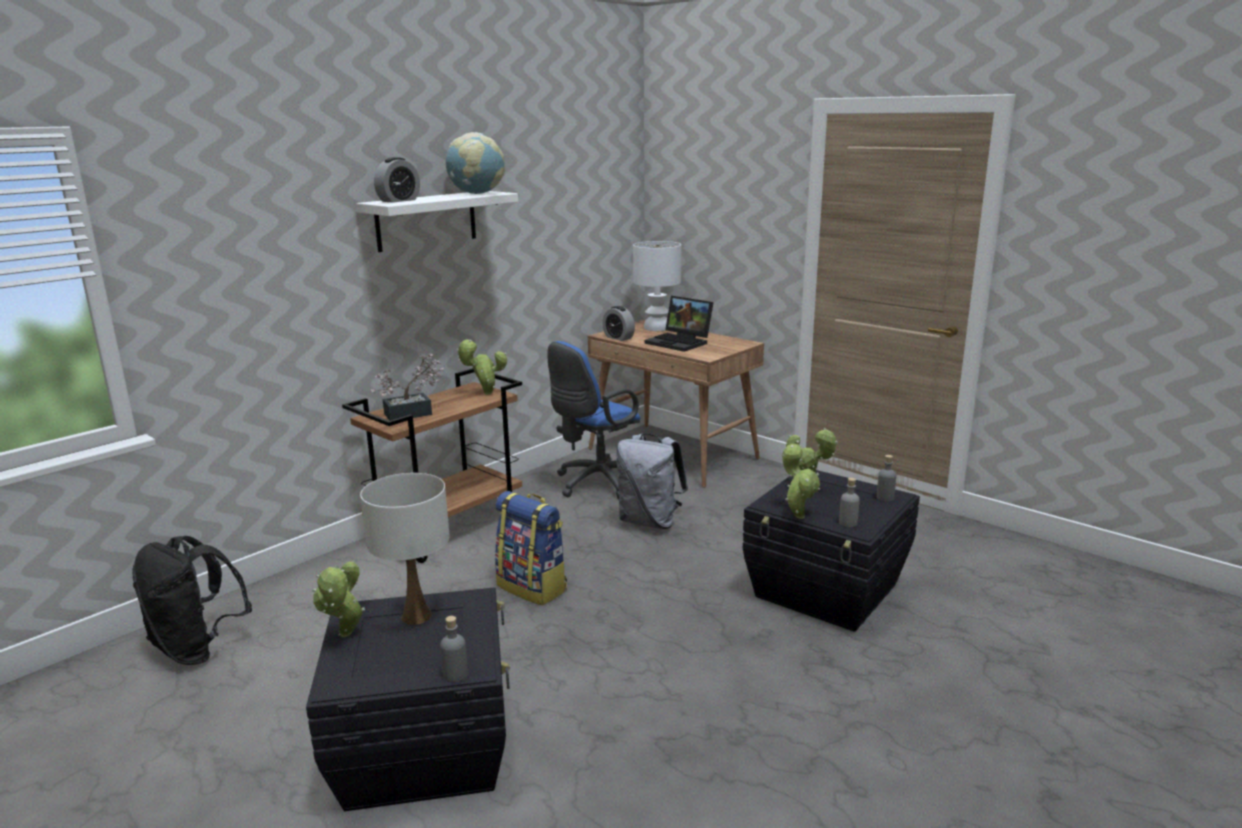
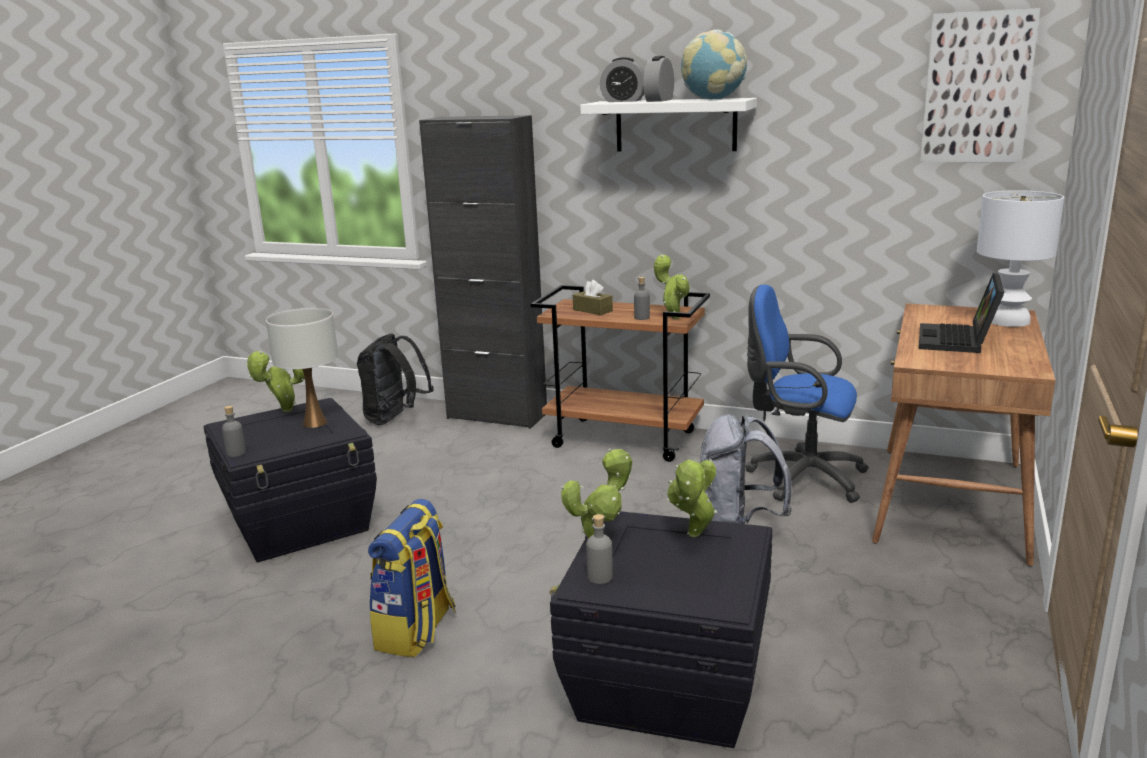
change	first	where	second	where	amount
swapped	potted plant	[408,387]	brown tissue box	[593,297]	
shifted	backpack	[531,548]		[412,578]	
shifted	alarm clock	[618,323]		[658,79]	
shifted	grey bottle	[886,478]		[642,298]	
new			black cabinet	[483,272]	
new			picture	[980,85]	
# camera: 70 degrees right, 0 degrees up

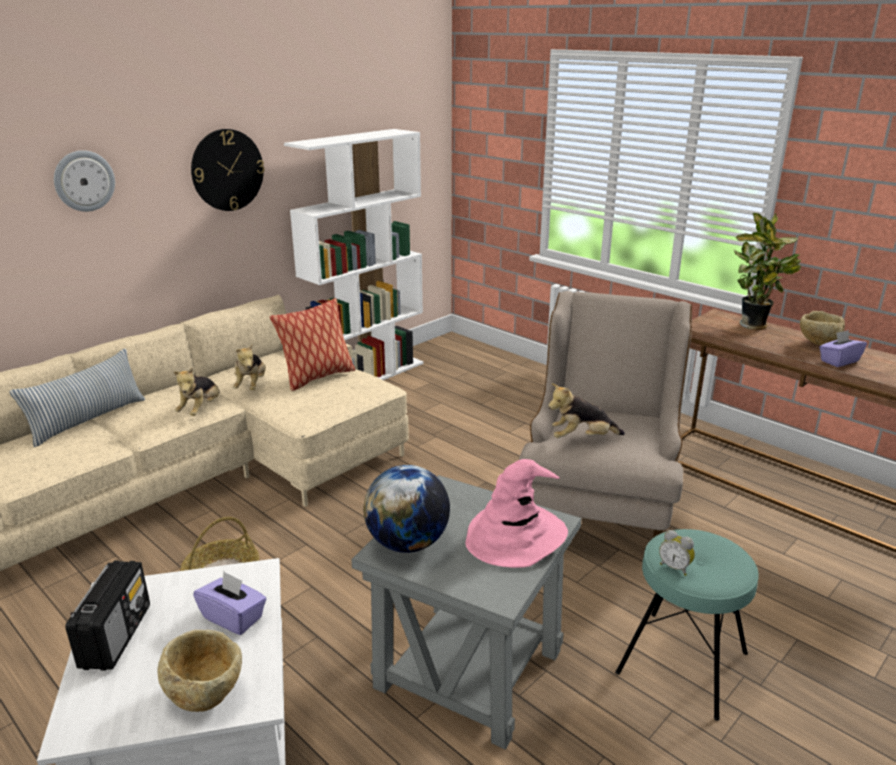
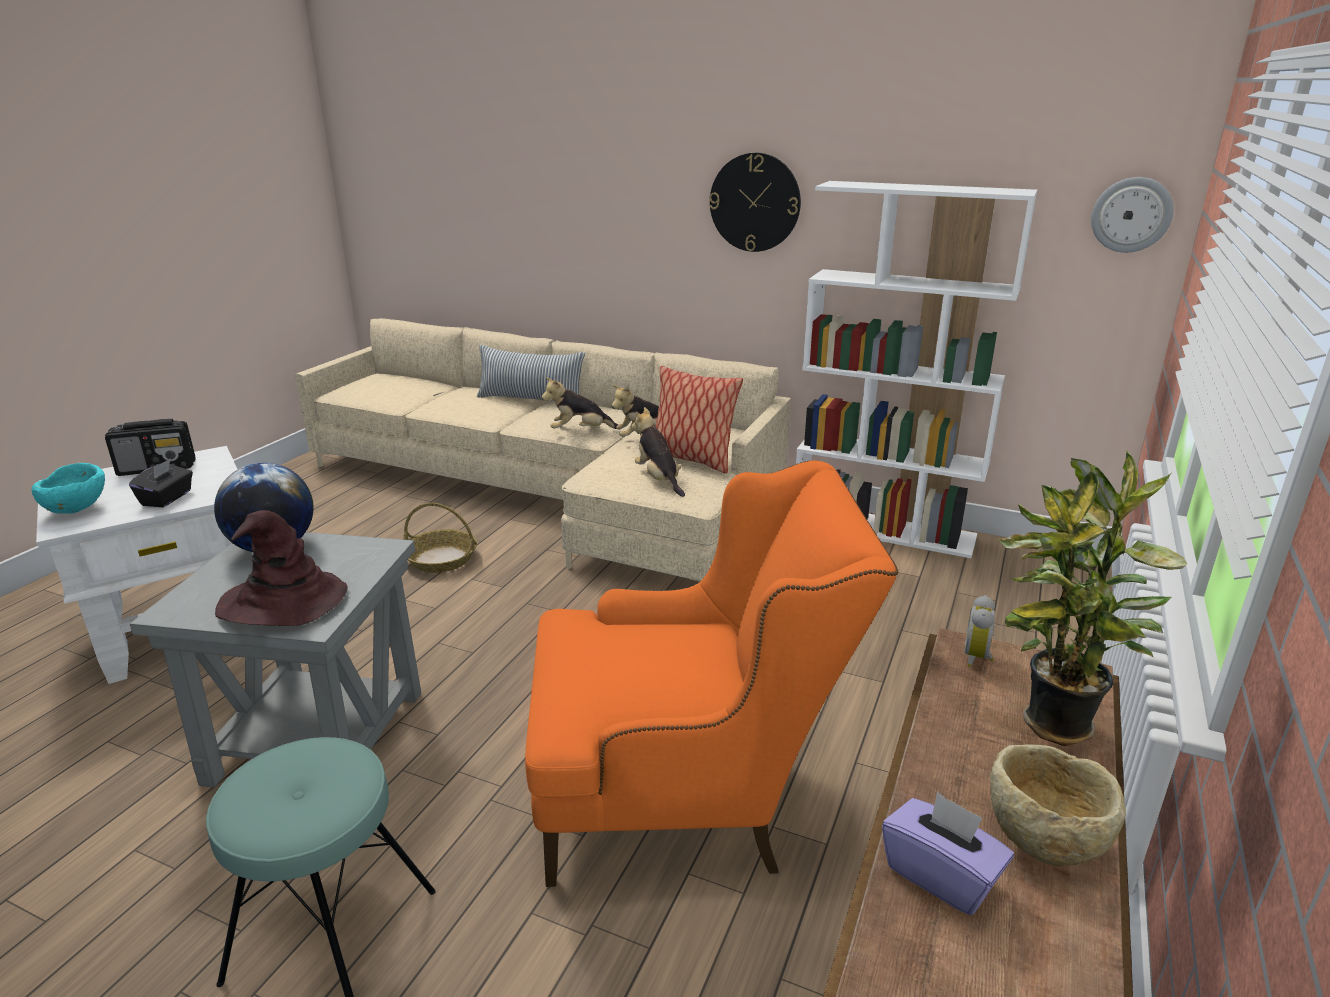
change	first	where	second	where	amount
shifted	wall clock	[84,181]		[1132,215]	
repainted	beige bowl	[199,671]	turquoise bowl	[68,488]	
repainted	purple tissue box	[230,603]	black tissue box	[161,482]	
repainted	pink hat	[516,513]	brown hat	[281,568]	
repainted	beige armchair	[605,414]	orange armchair	[711,673]	
shifted	plush toy	[586,410]		[658,452]	
shifted	alarm clock	[677,553]		[979,631]	
# camera: 70 degrees right, 0 degrees up

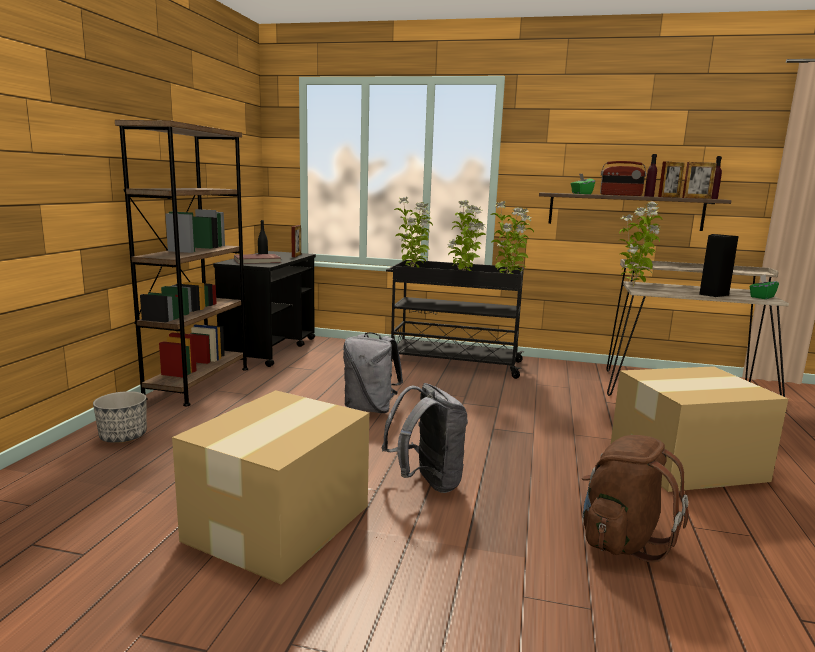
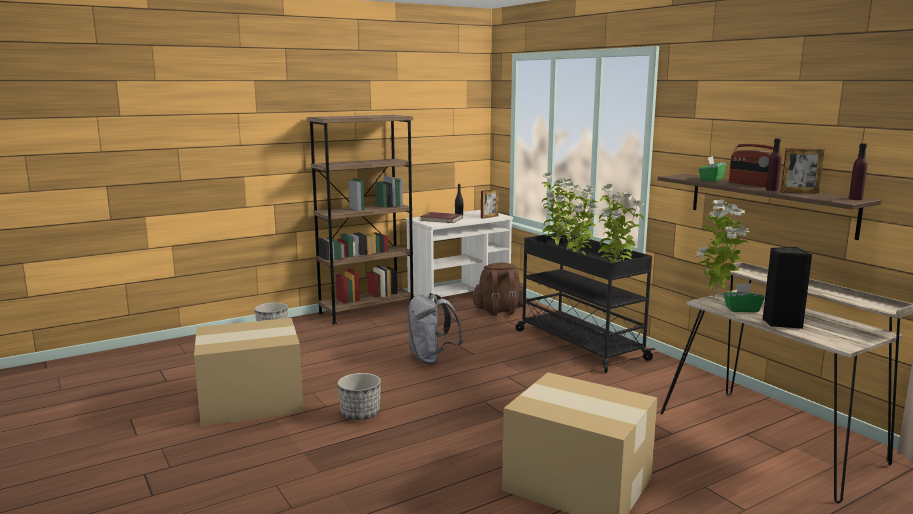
change	first	where	second	where	amount
repainted	black cart	[264,309]	white cart	[459,255]	
swapped	grey backpack	[425,438]	planter	[359,396]	
shifted	brown backpack	[635,499]		[497,289]	
gone	picture frame	[699,180]			
shifted	green tissue box	[764,286]		[744,297]	
# camera: 45 degrees right, 0 degrees up

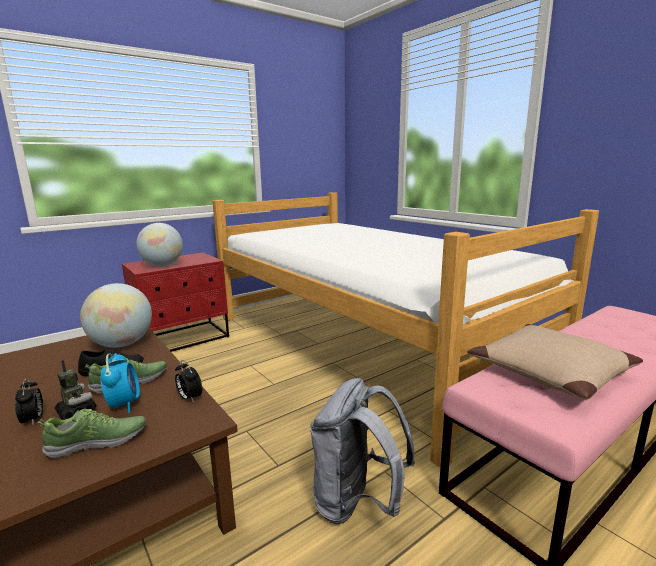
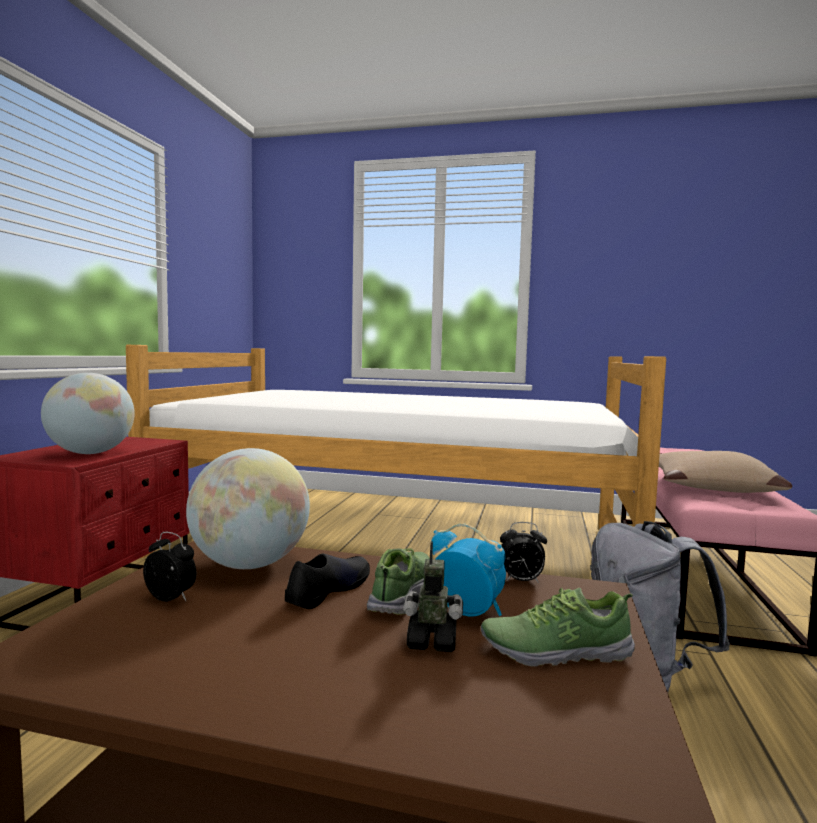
change	first	where	second	where	amount
shifted	alarm clock	[29,401]		[169,567]	
rotated	shoe	[92,434]		[558,627]	120 degrees counterclockwise
# camera: 40 degrees left, 10 degrees down

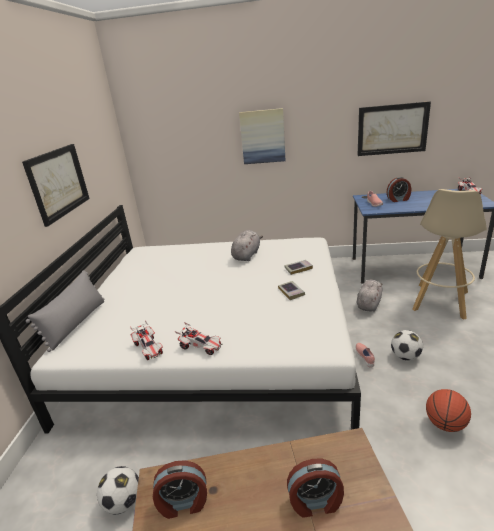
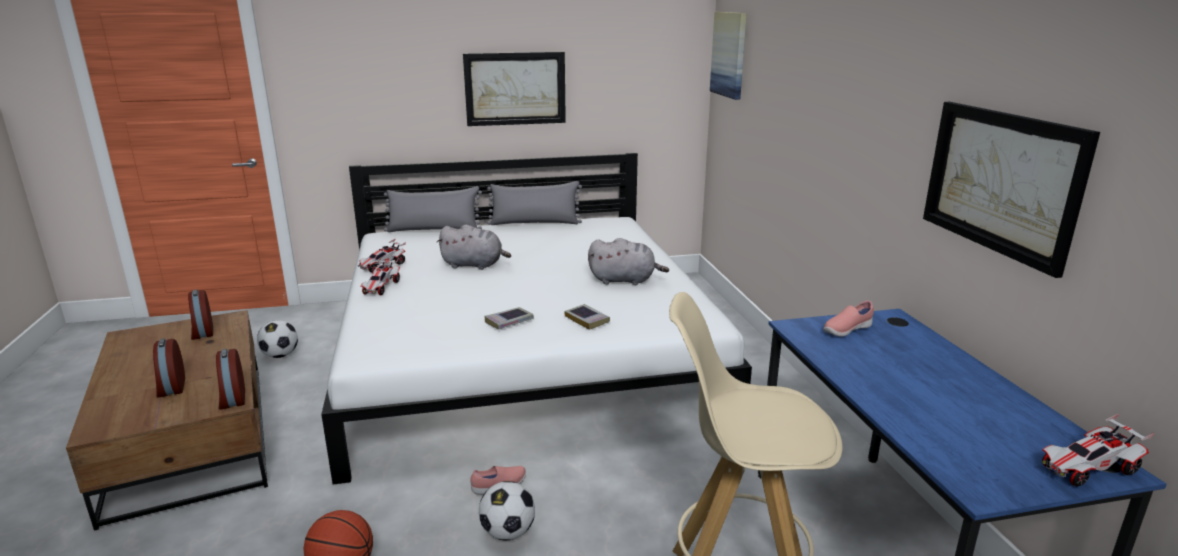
change	first	where	second	where	amount
shifted	picture	[262,136]		[728,56]	
shifted	grey plush toy	[370,296]		[474,247]	
shifted	alarm clock	[399,189]		[230,379]	
new			grey pillow	[534,203]	
# camera: 70 degrees right, 5 degrees down

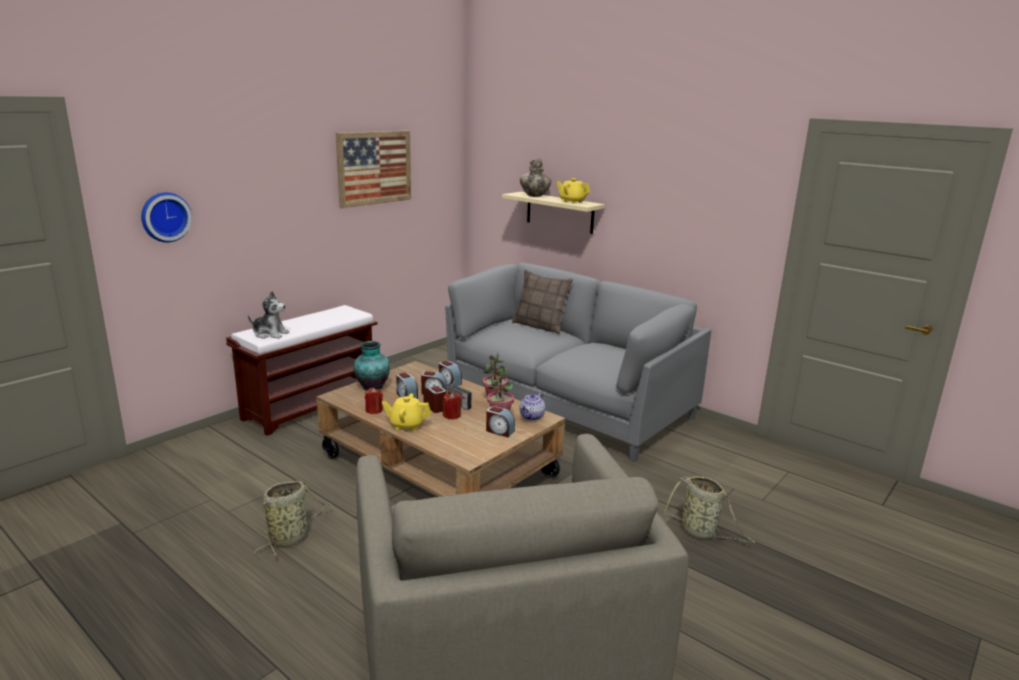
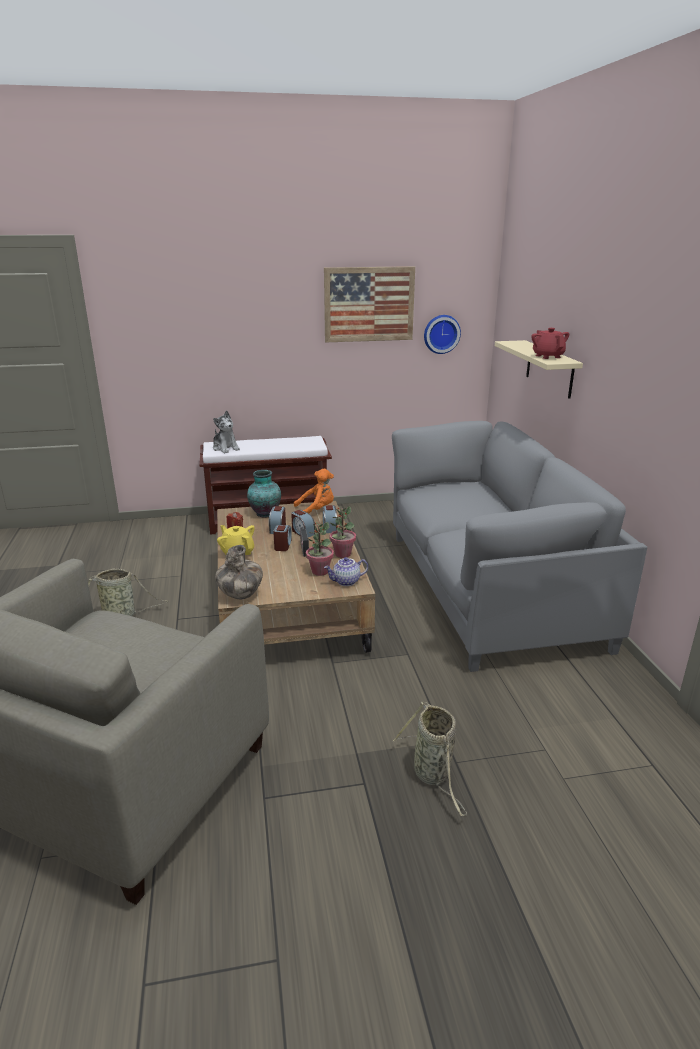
change	first	where	second	where	amount
shifted	wall clock	[166,217]		[442,334]	
gone	red candle	[452,406]			
gone	alarm clock	[500,421]			
gone	pillow	[542,301]			
shifted	vase	[535,177]		[239,572]	
repainted	yellow teapot	[573,191]	red teapot	[550,343]	
new			orange plush toy	[314,491]	
# camera: 40 degrees right, 5 degrees up

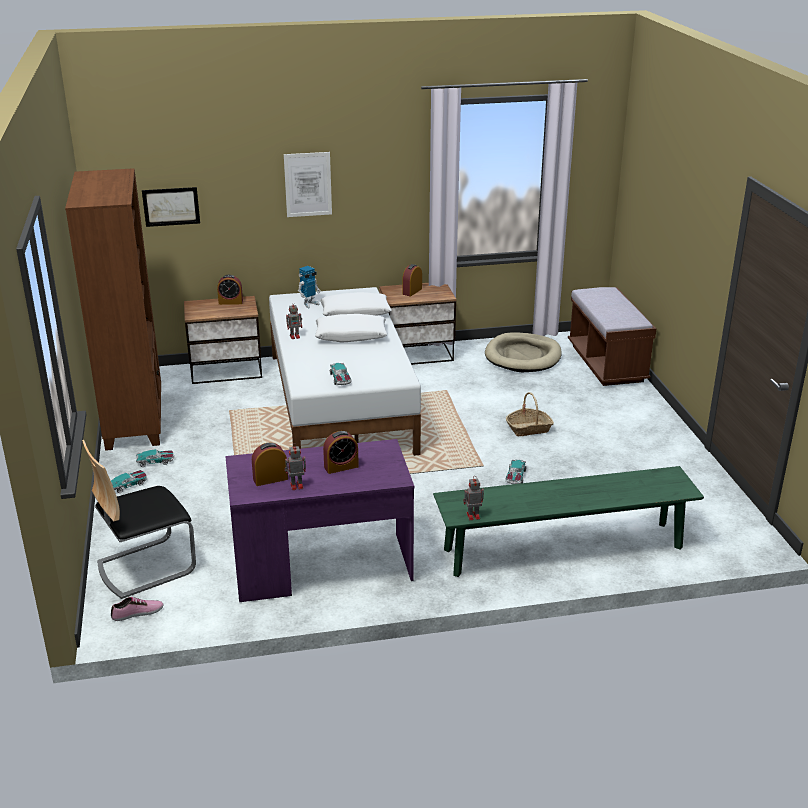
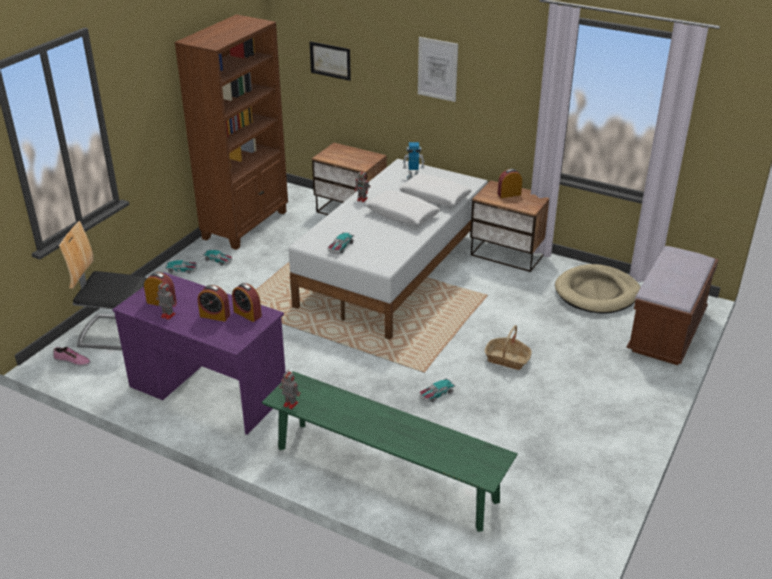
change	first	where	second	where	amount
shifted	alarm clock	[230,290]		[247,302]	
# camera: 40 degrees right, 5 degrees up

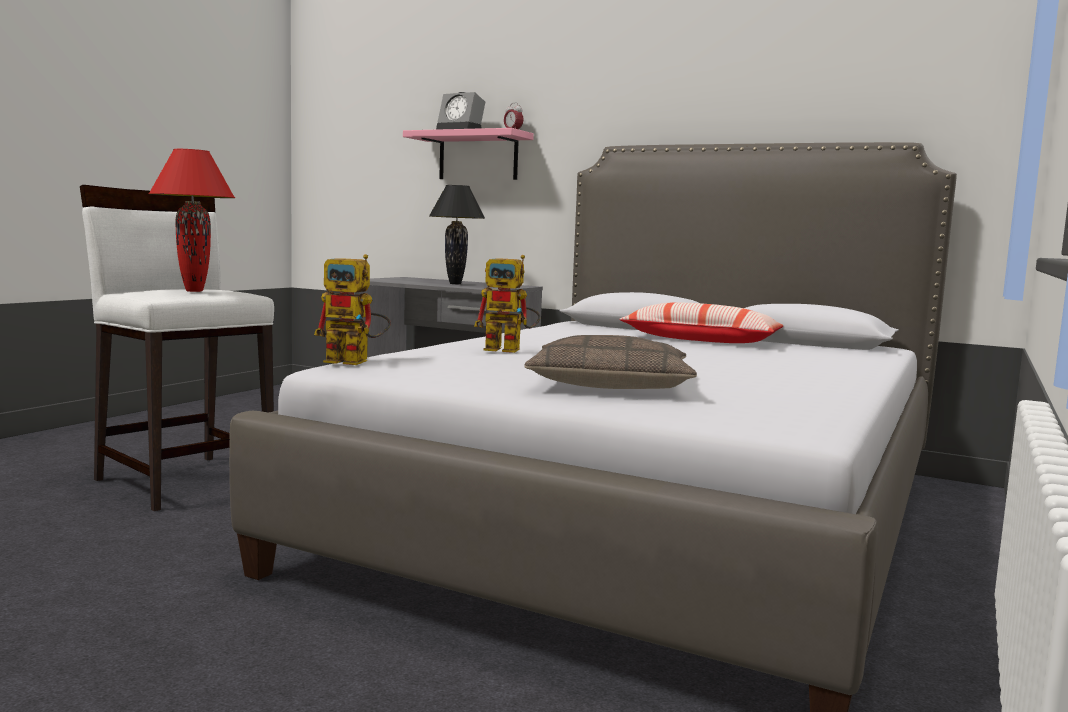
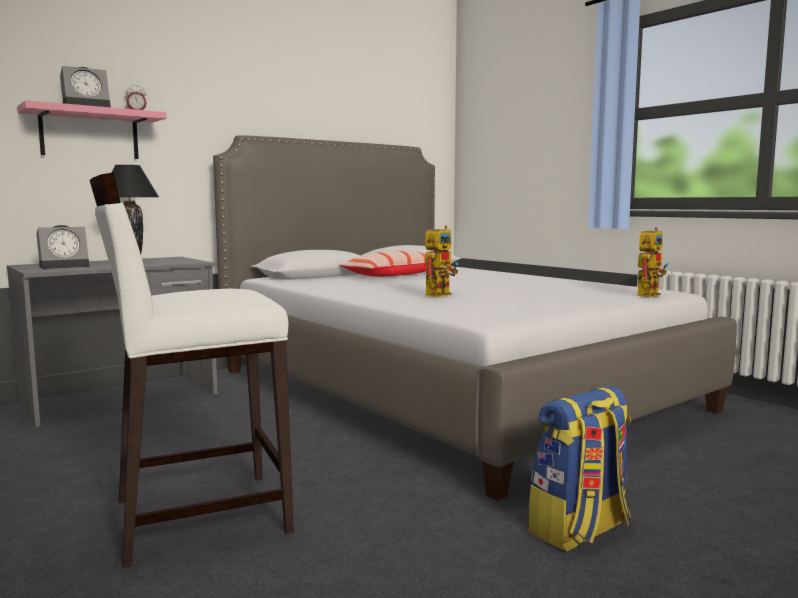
change	first	where	second	where	amount
gone	red table lamp	[191,220]			
shifted	toy robot	[352,309]		[653,262]	
gone	pillow	[610,362]			
new			alarm clock	[63,247]	
new			backpack	[580,468]	
# camera: 65 degrees left, 0 degrees up

